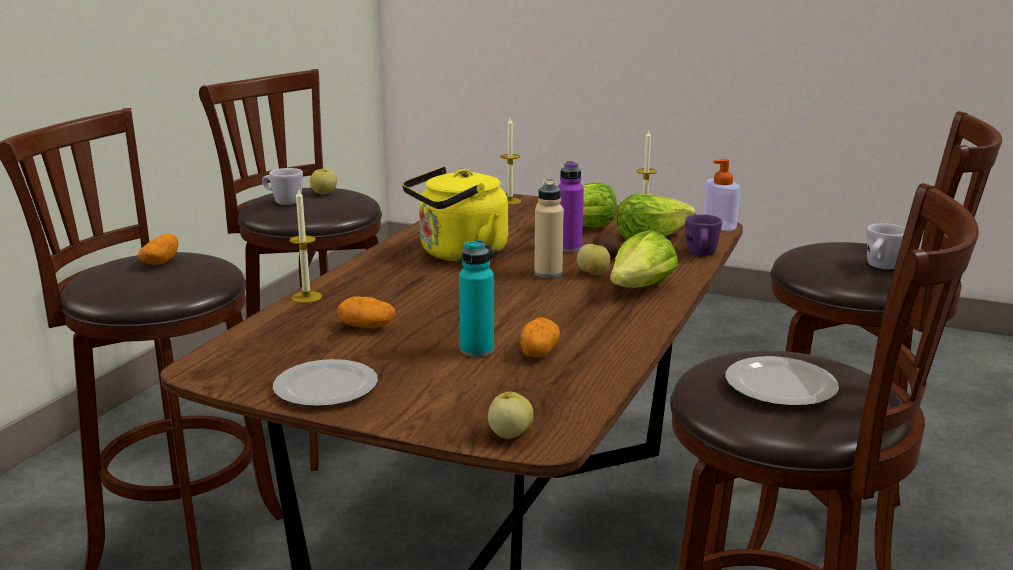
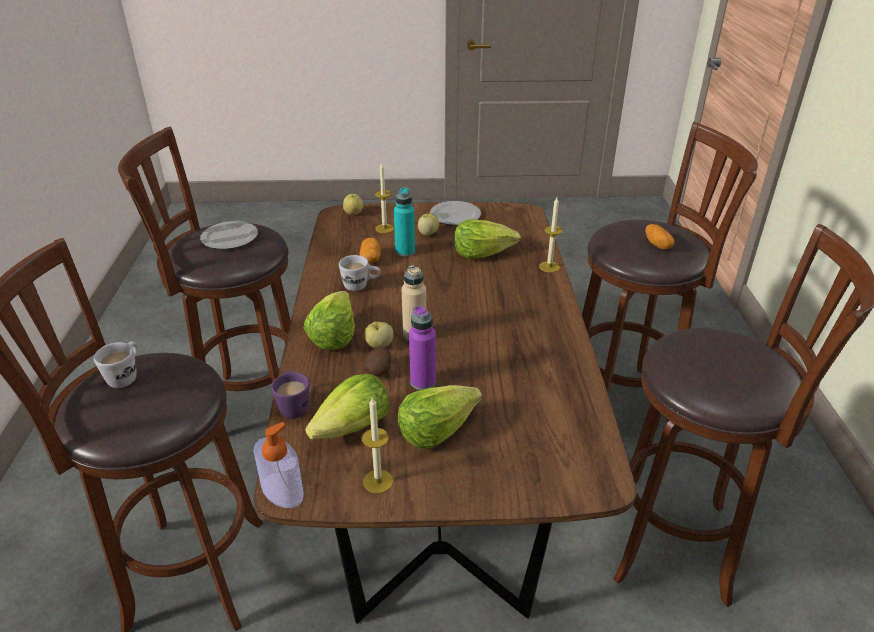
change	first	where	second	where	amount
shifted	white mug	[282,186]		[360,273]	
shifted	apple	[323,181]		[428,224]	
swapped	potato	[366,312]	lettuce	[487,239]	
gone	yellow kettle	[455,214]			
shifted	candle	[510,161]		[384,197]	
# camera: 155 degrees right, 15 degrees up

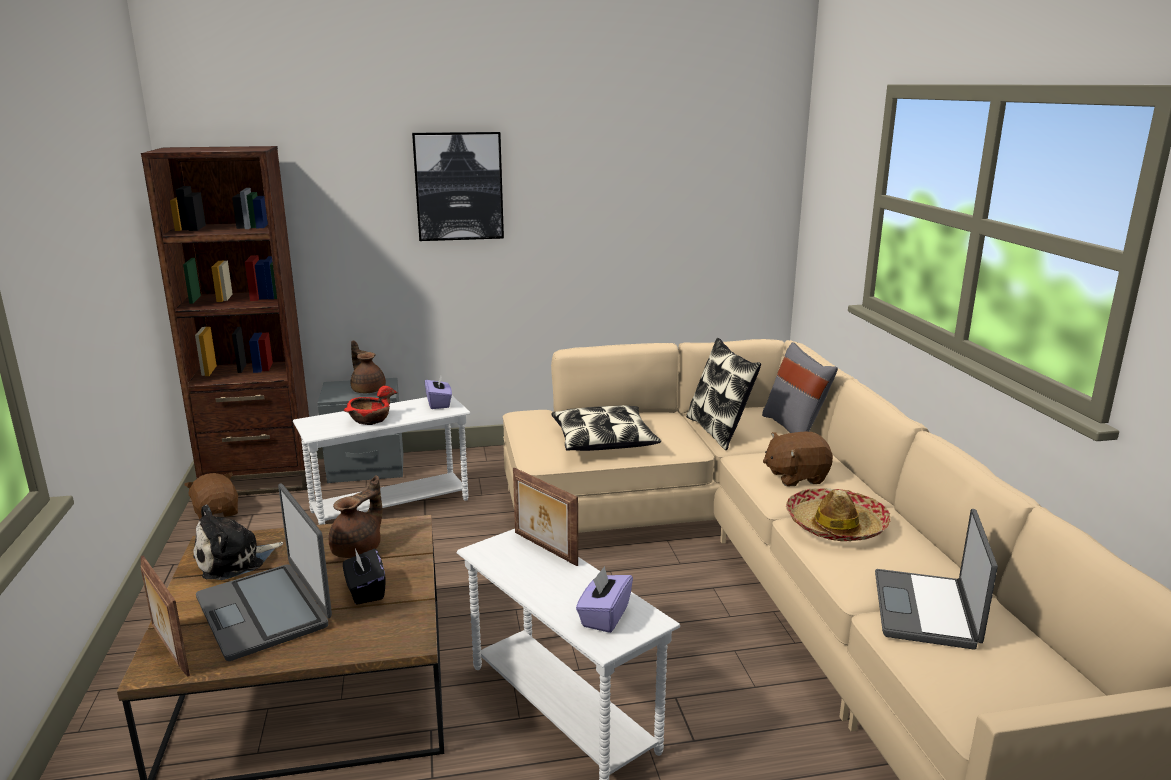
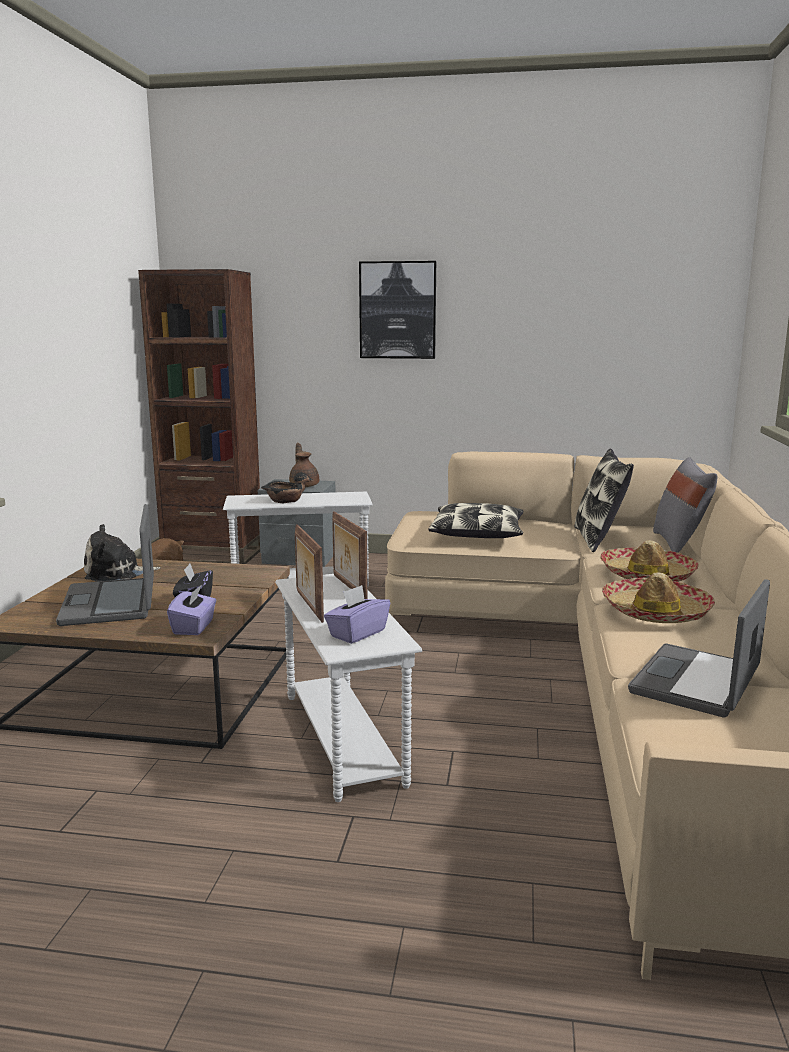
change	first	where	second	where	amount
shifted	picture frame	[165,616]		[309,573]	
gone	brown teapot	[355,516]			
repainted	red bowl	[371,405]	black bowl	[287,487]	
shifted	purple tissue box	[438,392]		[192,610]	
swapped	brown plush toy	[798,459]	hat	[649,561]	
# camera: 20 degrees right, 5 degrees down

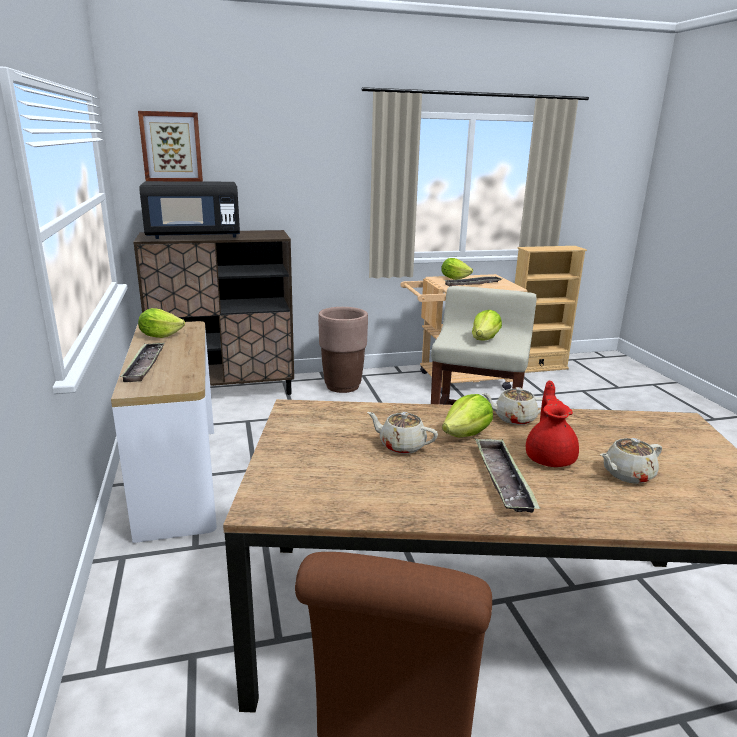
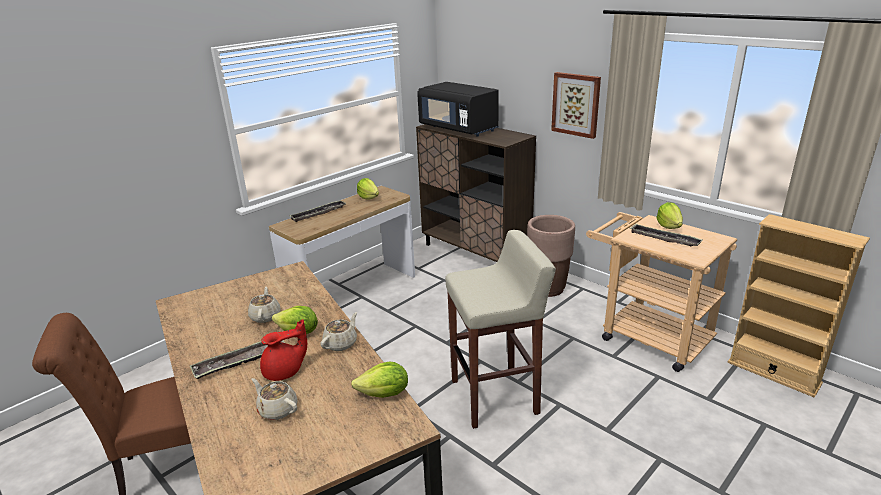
change	first	where	second	where	amount
shifted	picture	[170,146]		[576,105]	
shifted	lettuce	[487,325]		[379,380]	
rotated	beige teapot	[512,406]		[338,331]	60 degrees clockwise
# camera: 60 degrees right, 5 degrees up

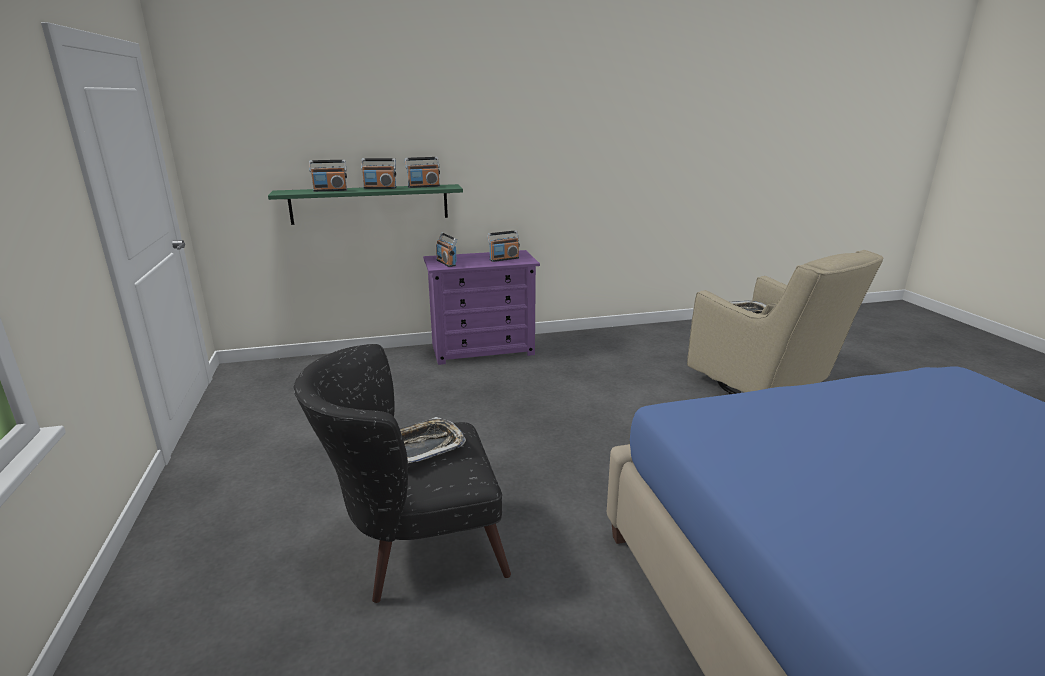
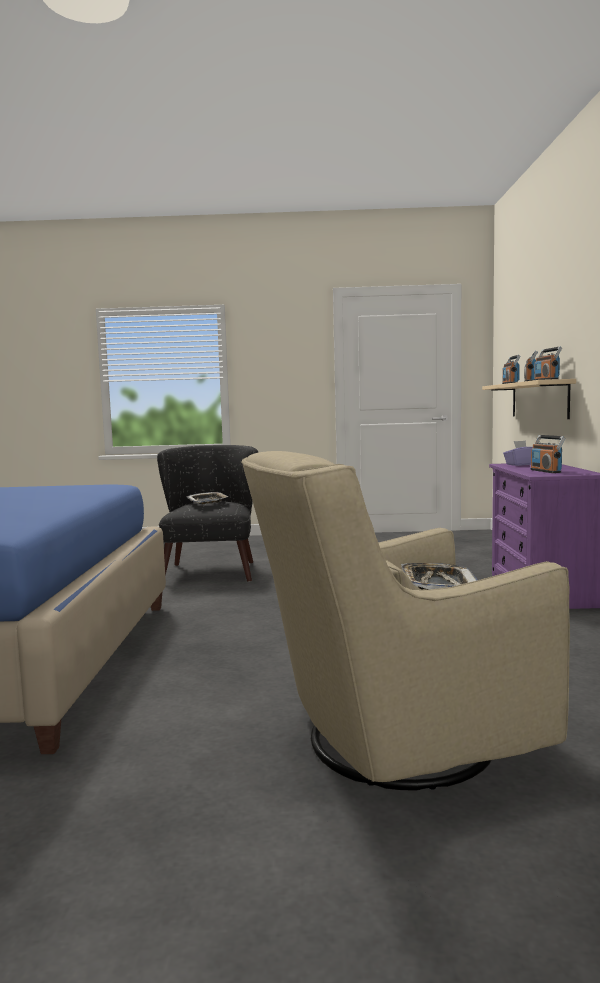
change	first	where	second	where	amount
repainted	green shelf	[365,204]	beige shelf	[529,399]	
swapped	radio	[446,250]	purple tissue box	[518,453]	
# camera: 105 degrees right, 15 degrees down

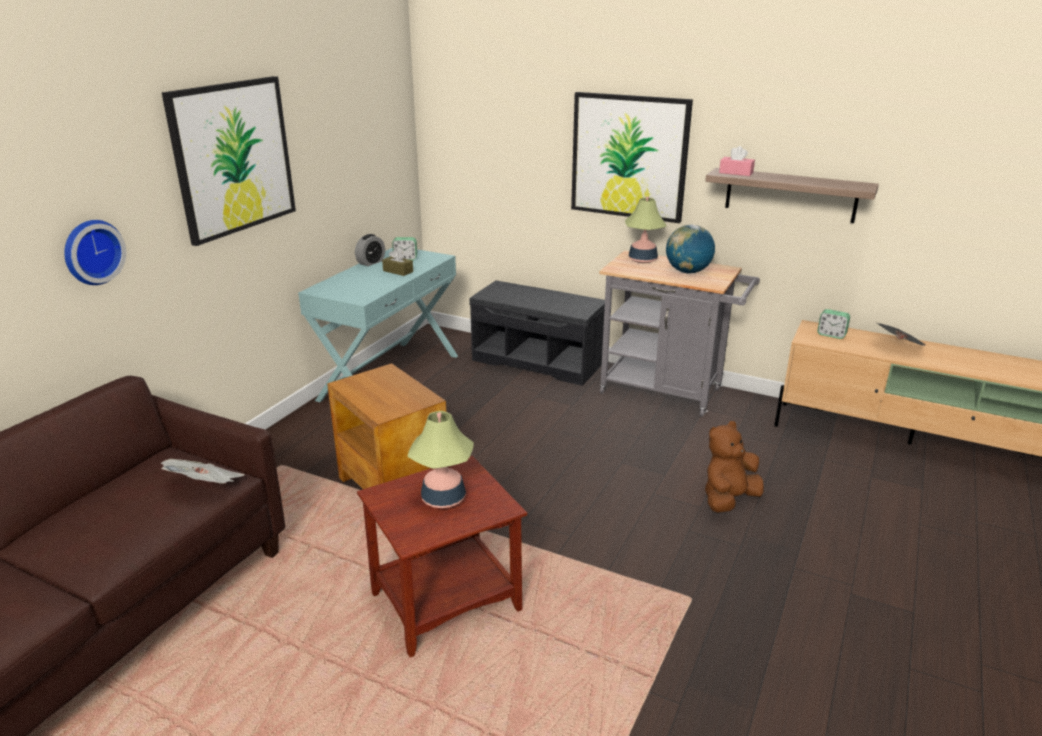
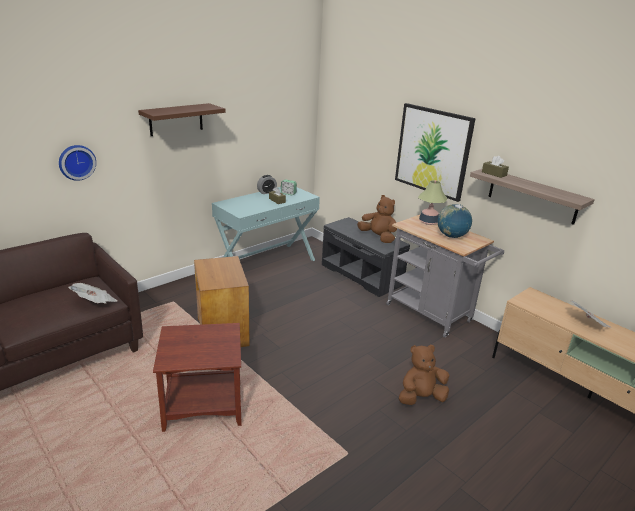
change	first	where	second	where	amount
swapped	picture	[229,161]	brown shelf	[182,119]	
gone	table lamp	[440,459]			
repainted	pink tissue box	[737,161]	brown tissue box	[495,166]	
gone	alarm clock	[833,324]			
new			brown plush toy	[377,219]	
# camera: 20 degrees right, 0 degrees up

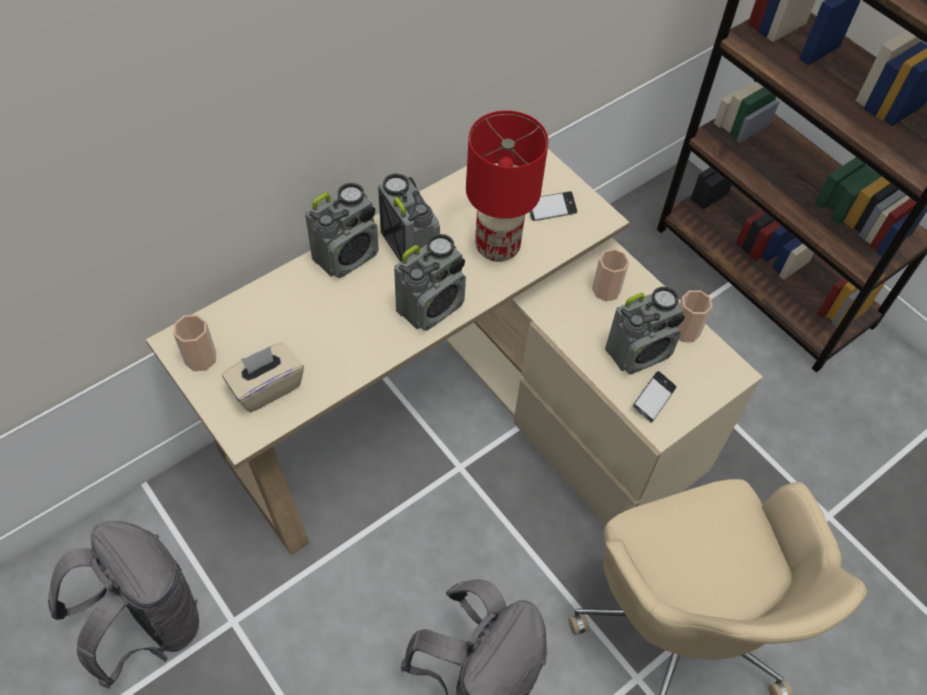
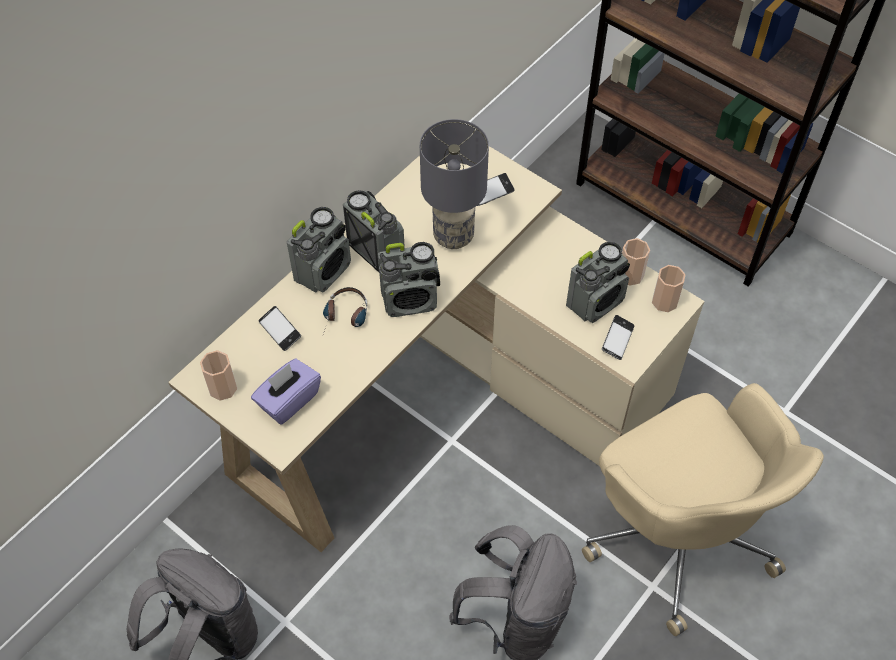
change	first	where	second	where	amount
repainted	beige tissue box	[263,377]	purple tissue box	[286,392]	
rotated	radio	[430,282]		[409,279]	45 degrees clockwise
repainted	red table lamp	[507,186]	grey table lamp	[454,184]	
shifted	cup	[610,275]		[668,288]	
new			phone	[280,328]	
new			headphones	[345,310]	
# camera: 10 degrees left, 0 degrees up

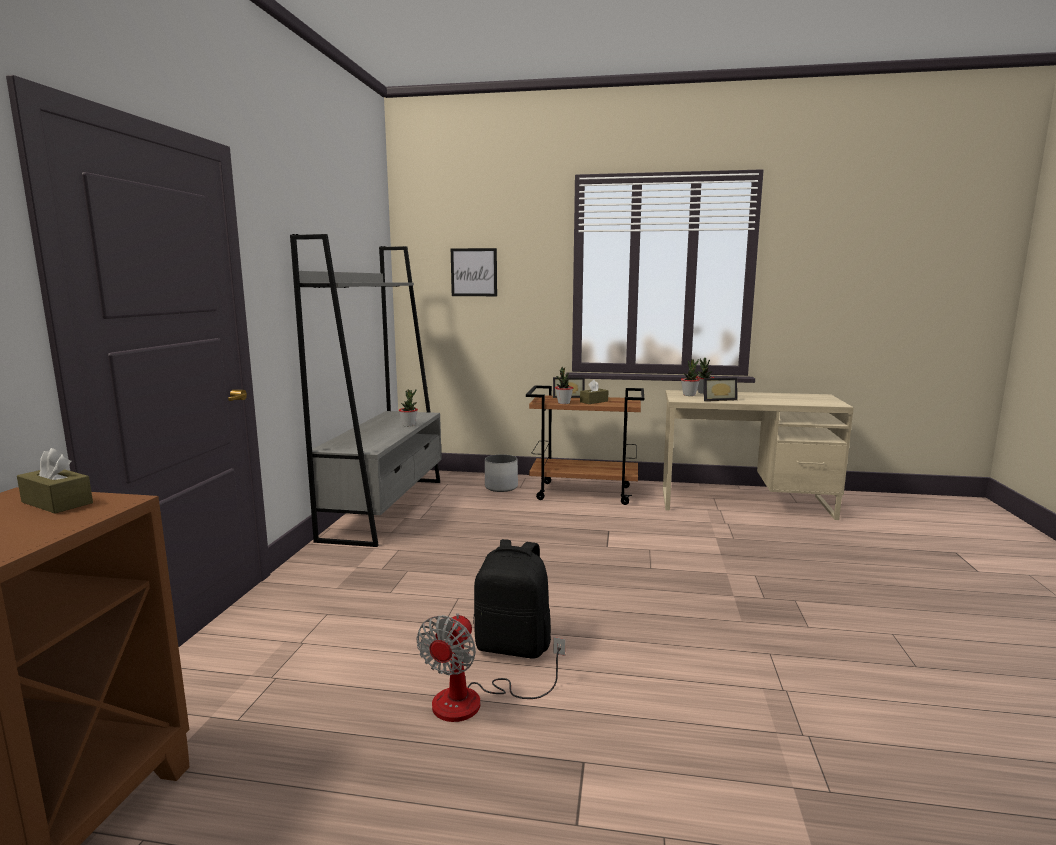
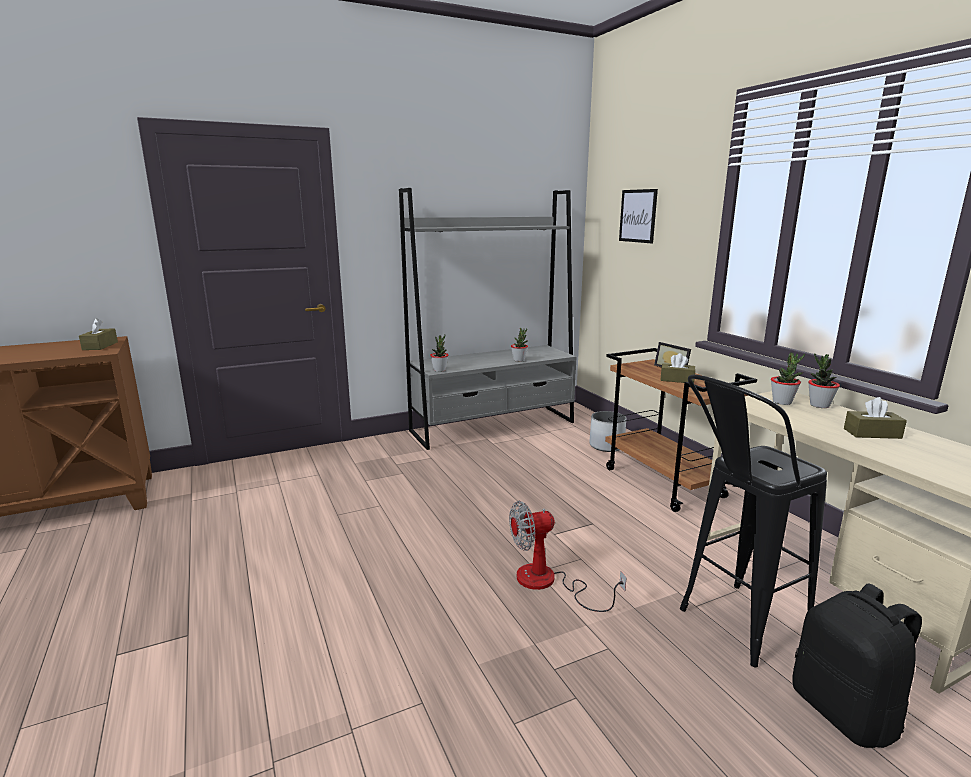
change	first	where	second	where	amount
shifted	fan	[491,667]		[568,556]	
shifted	black backpack	[512,599]		[857,665]	
shifted	potted plant	[564,385]		[439,353]	
gone	picture frame	[721,389]			
new			black stool	[753,520]	
new			brown tissue box	[875,418]	
# camera: 55 degrees right, 5 degrees up

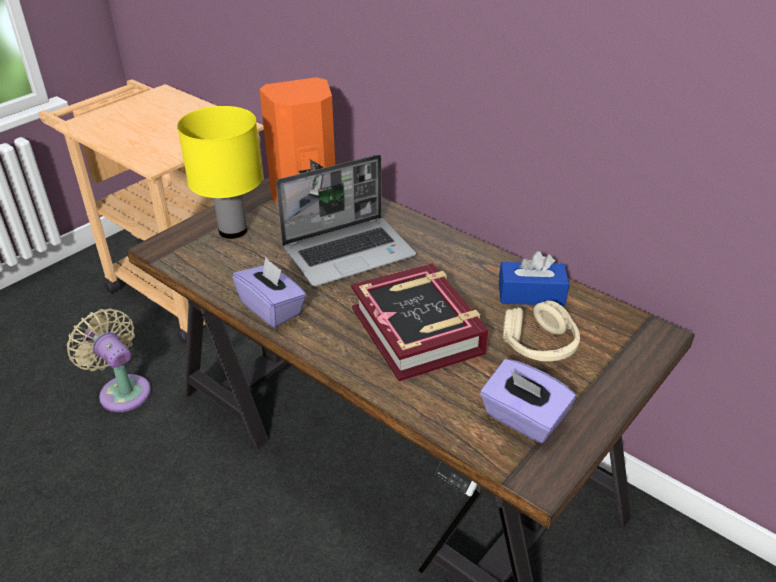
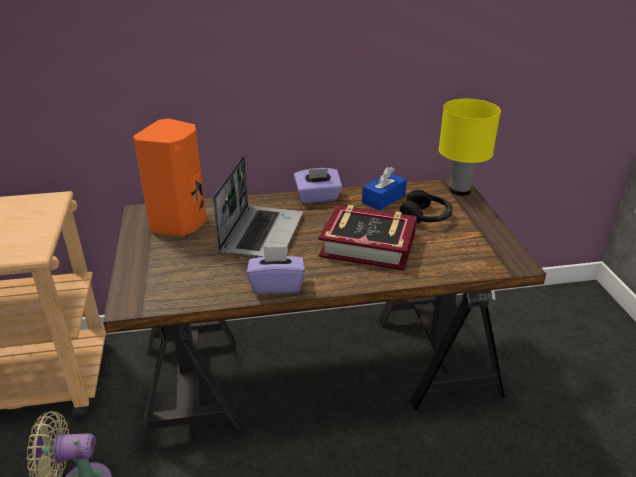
change	first	where	second	where	amount
shifted	yellow table lamp	[220,172]		[469,147]	
shifted	purple tissue box	[528,401]		[318,185]	
repainted	beige headphones	[541,331]	black headphones	[426,206]	
# camera: 50 degrees left, 5 degrees down

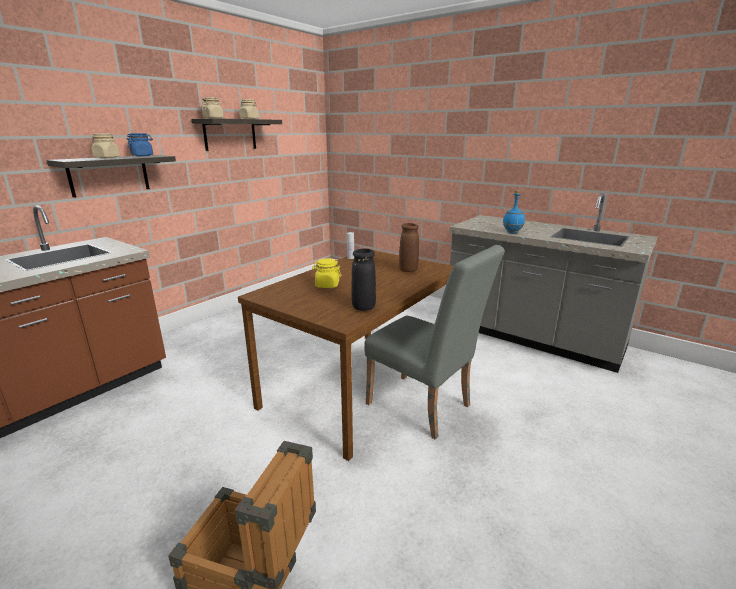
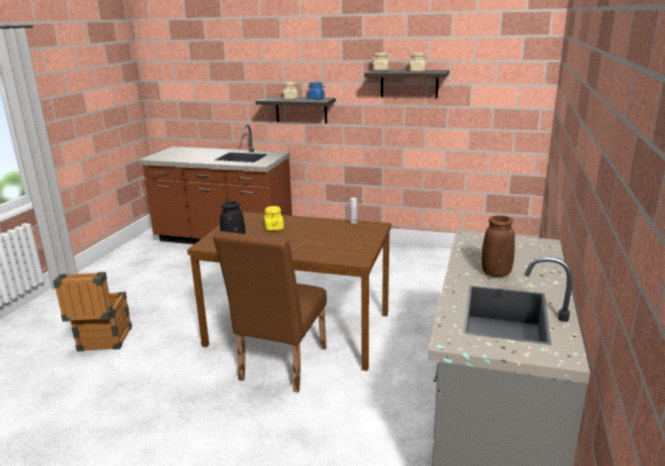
change	first	where	second	where	amount
repainted	grey chair	[434,342]	brown chair	[270,312]	
shifted	brown vase	[409,247]		[498,246]	
gone	blue bottle	[514,212]			
# camera: 70 degrees right, 0 degrees up

